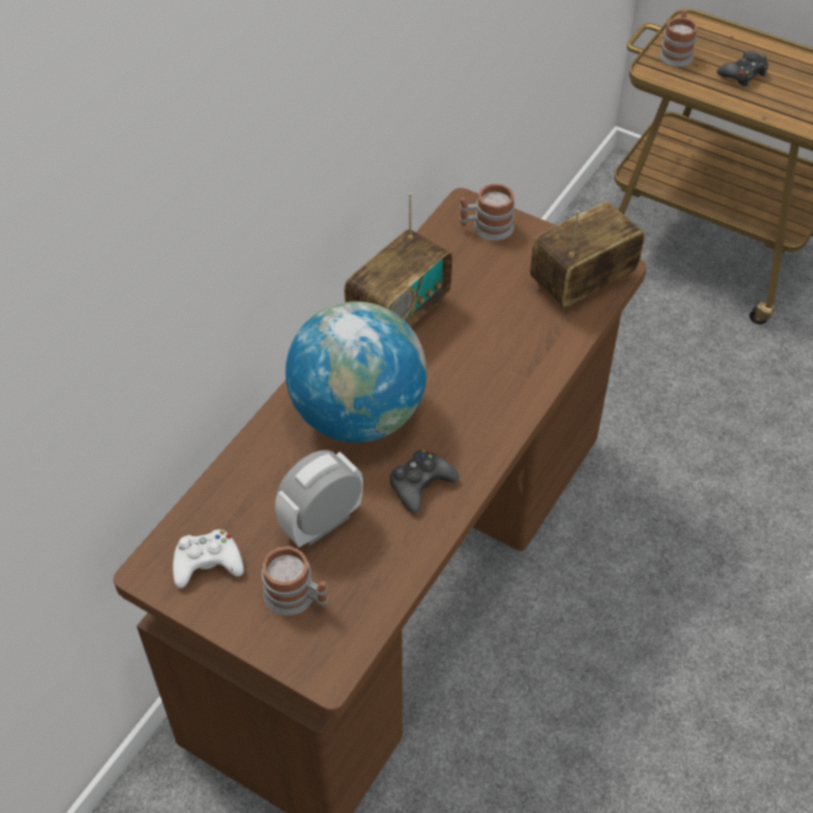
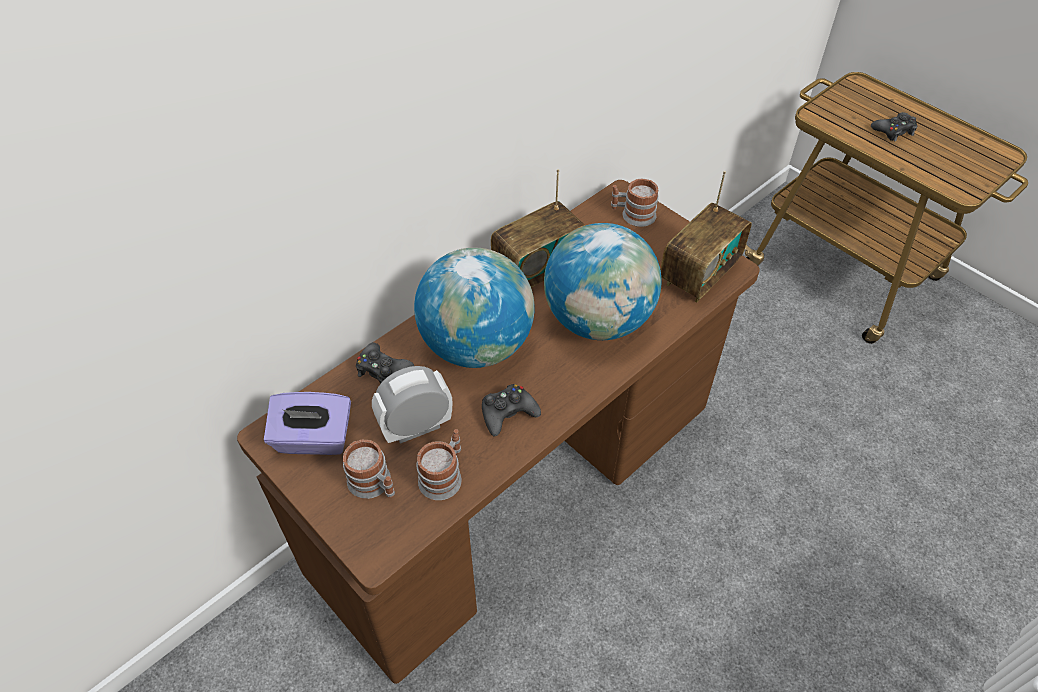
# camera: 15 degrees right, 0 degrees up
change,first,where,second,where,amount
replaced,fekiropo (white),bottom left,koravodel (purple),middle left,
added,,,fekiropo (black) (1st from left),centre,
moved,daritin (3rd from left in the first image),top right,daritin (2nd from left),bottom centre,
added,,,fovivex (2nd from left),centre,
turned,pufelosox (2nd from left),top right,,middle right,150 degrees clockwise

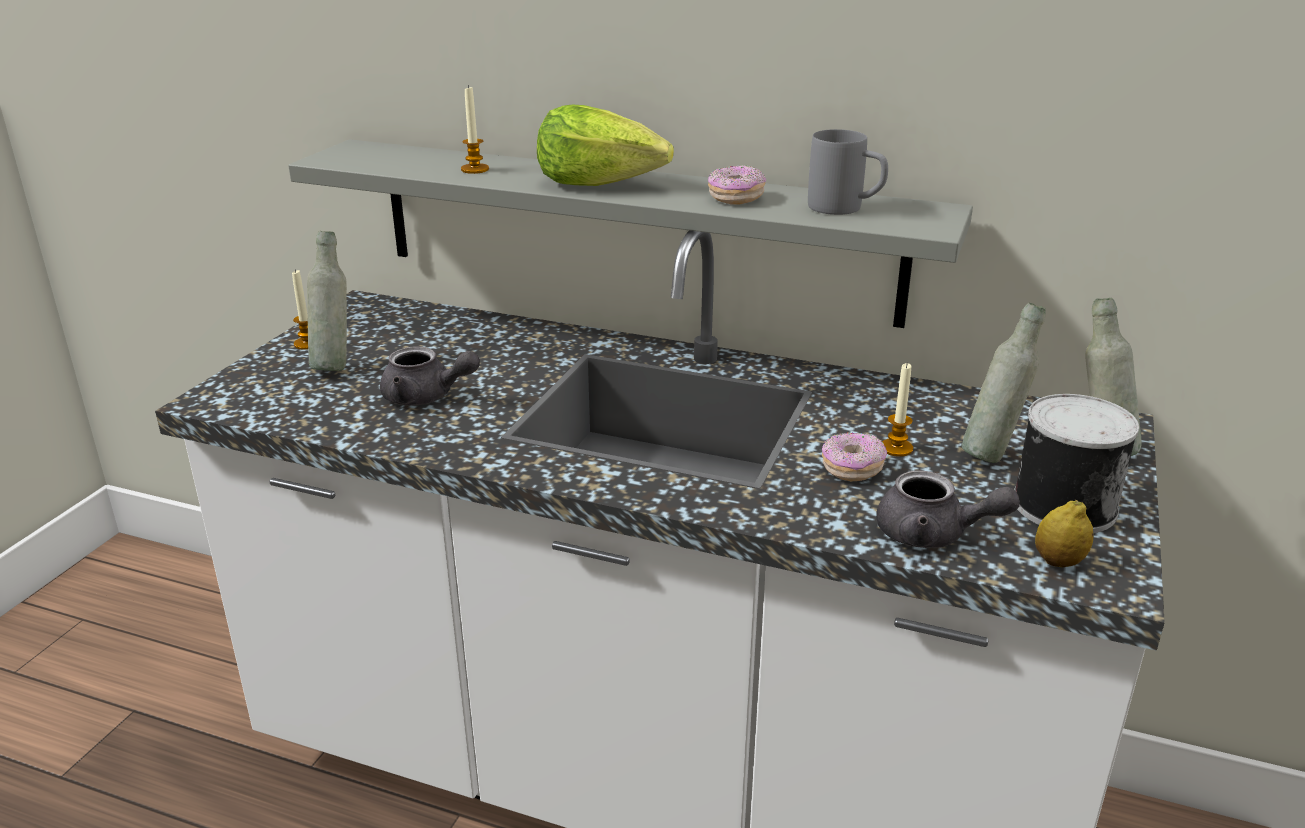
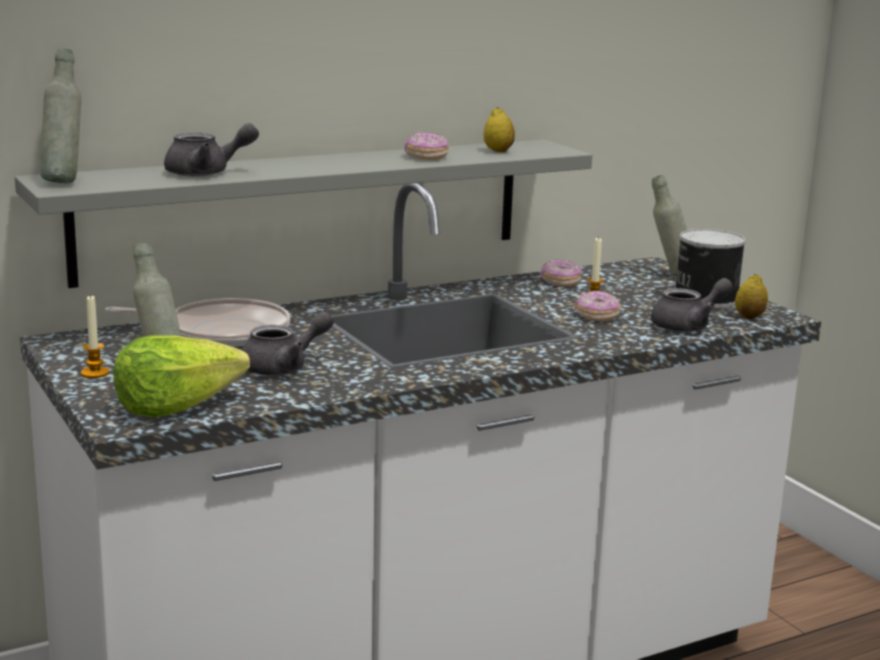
# camera: 50 degrees left, 10 degrees down
change,first,where,second,where,amount
moved,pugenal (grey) (2nd from left in the first image),middle right,pugenal (grey) (1st from left),top left,
added,,,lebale,middle left,
moved,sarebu,top centre,,middle left,
replaced,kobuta (2nd from left),top centre,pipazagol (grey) (1st from left),top left,
replaced,daritin (grey),top centre,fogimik (1st from left),top centre,
added,,,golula (2nd from left),centre,

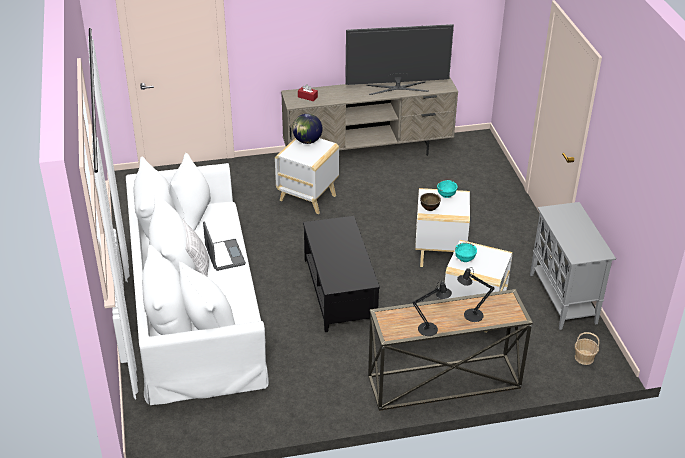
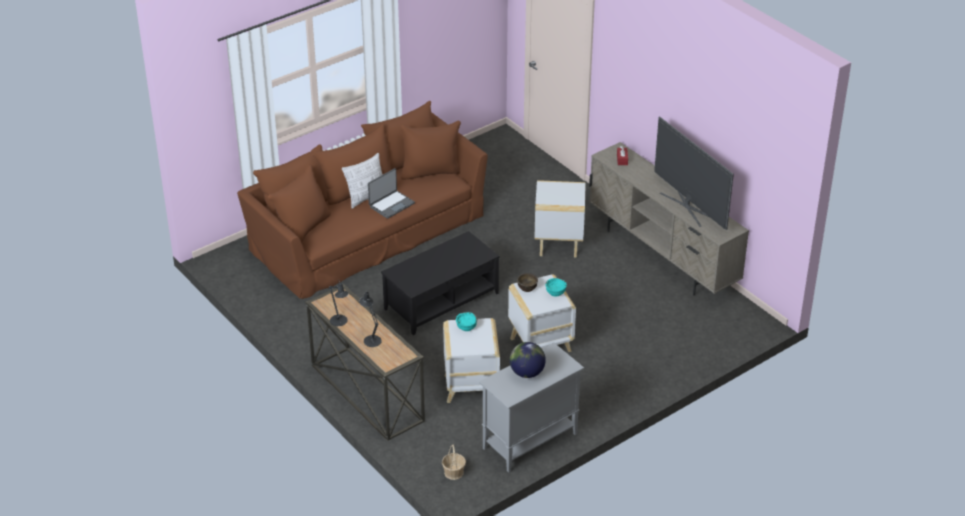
# camera: 65 degrees right, 0 degrees up
change,first,where,second,where,amount
recoloured,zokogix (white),middle left,zokogix (brown),centre,
moved,fovivex,top centre,,bottom centre,

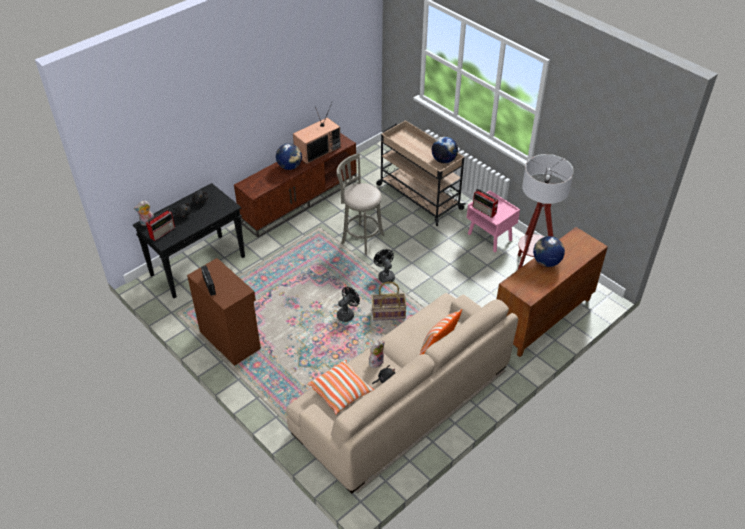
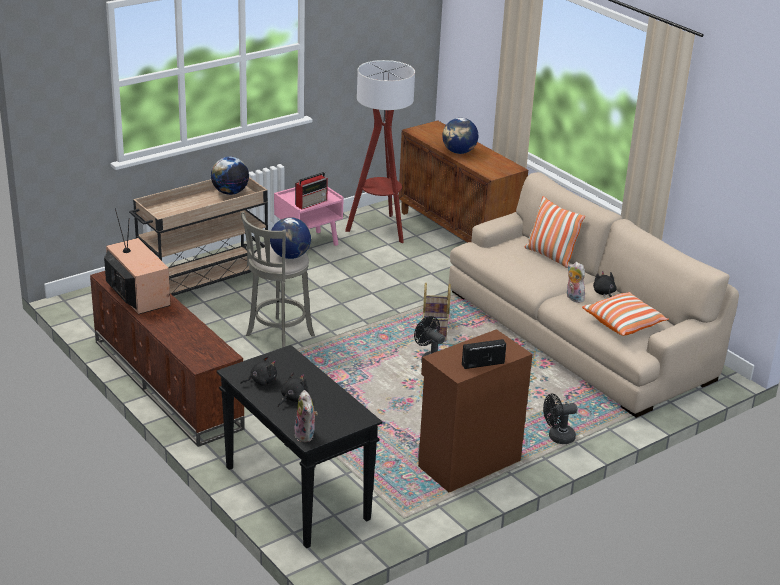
# camera: 85 degrees left, 15 degrees down
change,first,where,second,where,amount
moved,fovivex (1st from left in the first image),top centre,fovivex (2nd from left),centre,
moved,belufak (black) (2nd from left),centre,,bottom right,
removed,pufelosox (1st from left),middle left,,,

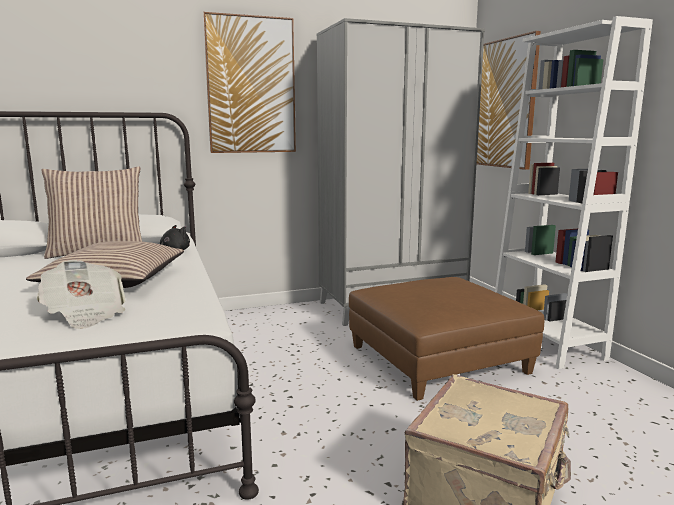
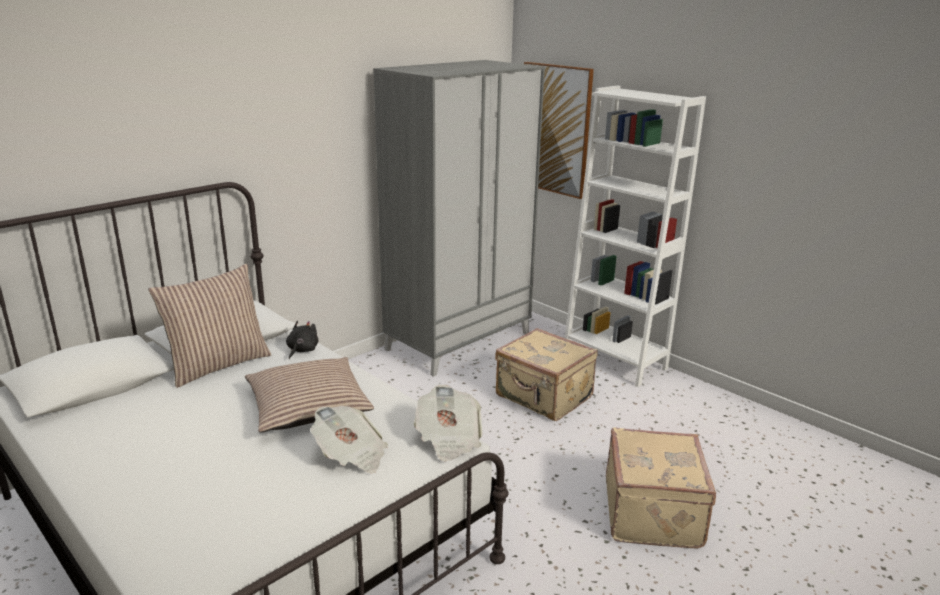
# camera: 25 degrees left, 10 degrees up
change,first,where,second,where,amount
added,,,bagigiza (2nd from left),bottom centre,
replaced,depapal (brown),bottom centre,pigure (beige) (1st from left),centre,
removed,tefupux (1st from left),top centre,,,

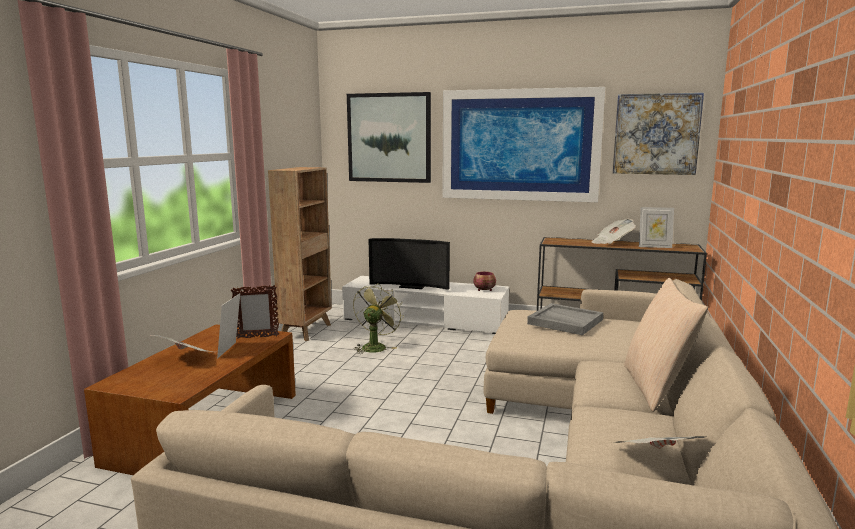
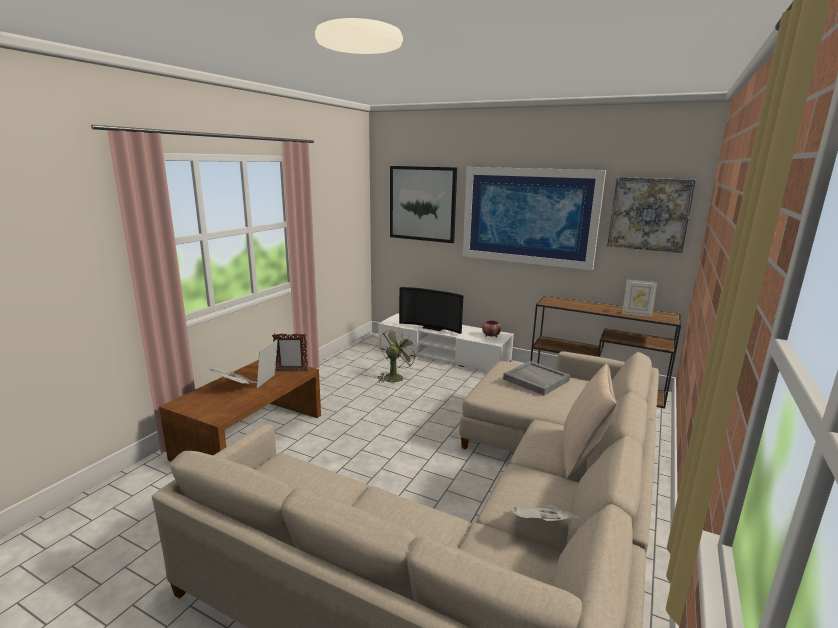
# camera: 10 degrees right, 5 degrees up
change,first,where,second,where,amount
removed,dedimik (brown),centre,,,
removed,bagigiza (2nd from left),middle right,,,

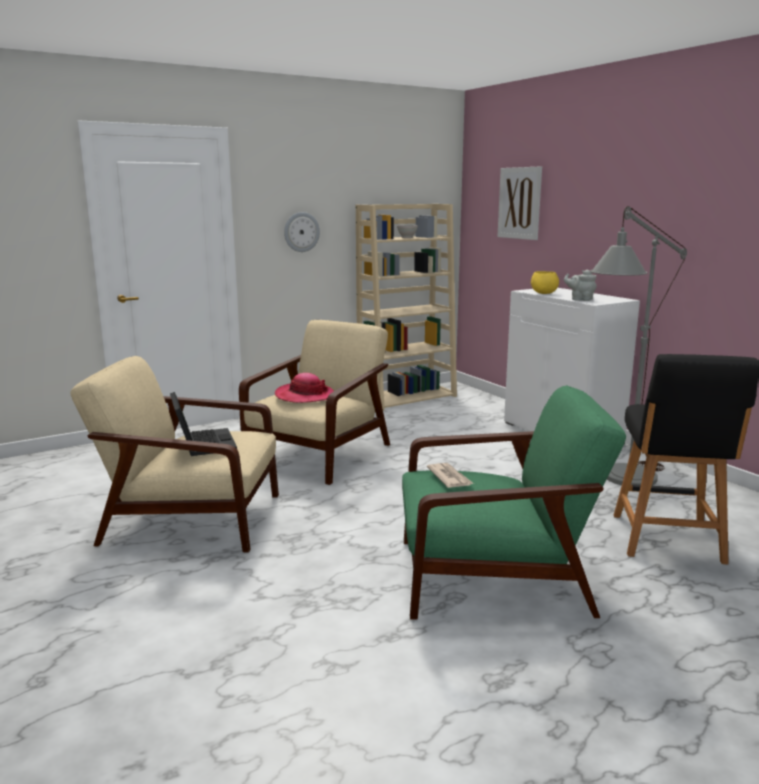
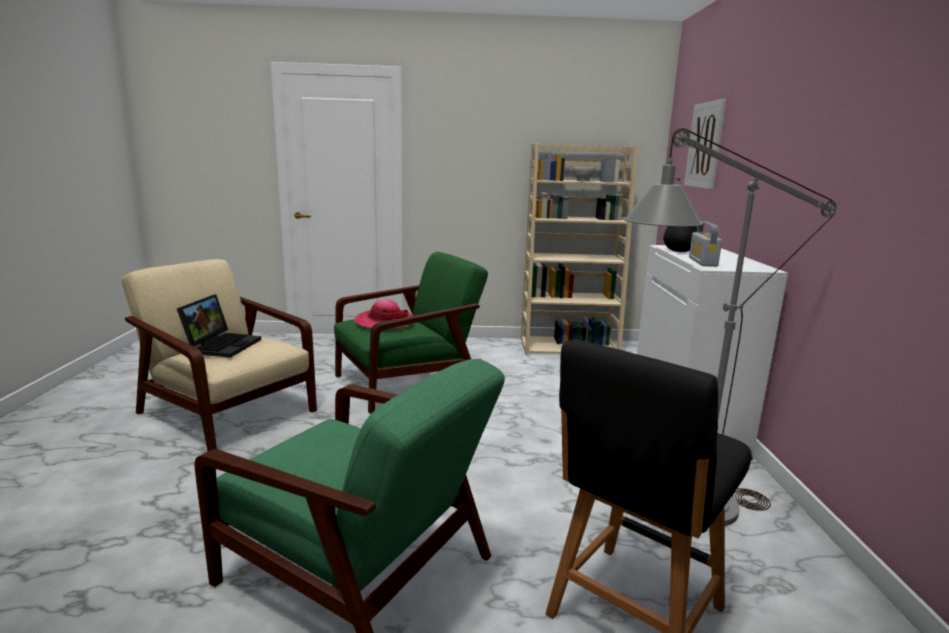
# camera: 30 degrees right, 0 degrees up
change,first,where,second,where,amount
recoloured,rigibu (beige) (2nd from left),centre,rigibu (green) (2nd from left),centre,
recoloured,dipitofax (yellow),middle right,dipitofax (black),middle right,
replaced,pipazagol (grey),middle right,pufelosox,middle right,
removed,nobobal,top centre,,,
removed,bagigiza,centre,,,

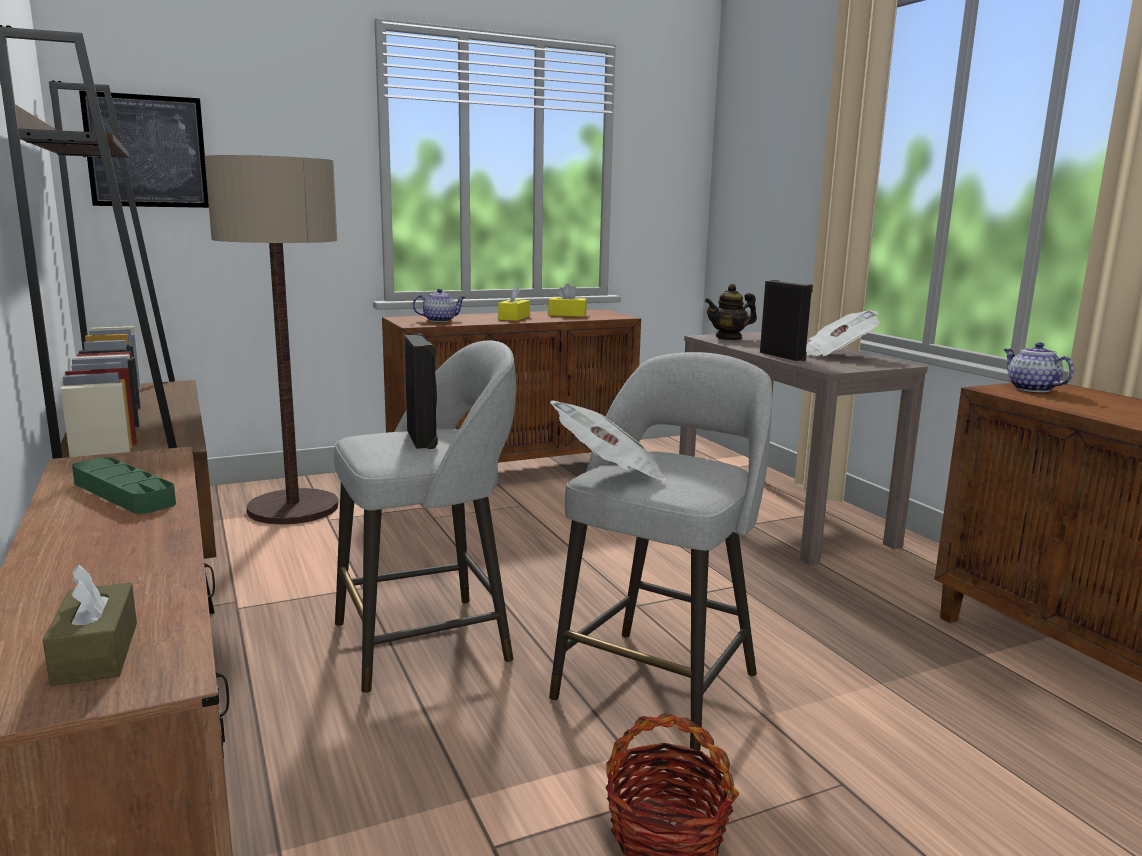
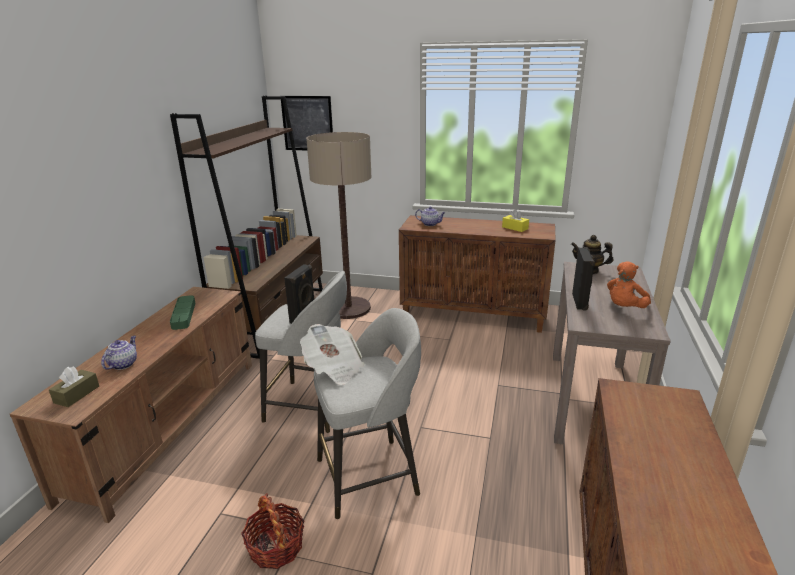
# camera: 40 degrees right, 10 degrees up
change,first,where,second,where,amount
moved,pipazagol (3rd from left in the first image),middle right,pipazagol (1st from left),middle left,
replaced,bagigiza (2nd from left),middle right,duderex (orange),middle right,
removed,koravodel (yellow) (1st from left),centre,,,

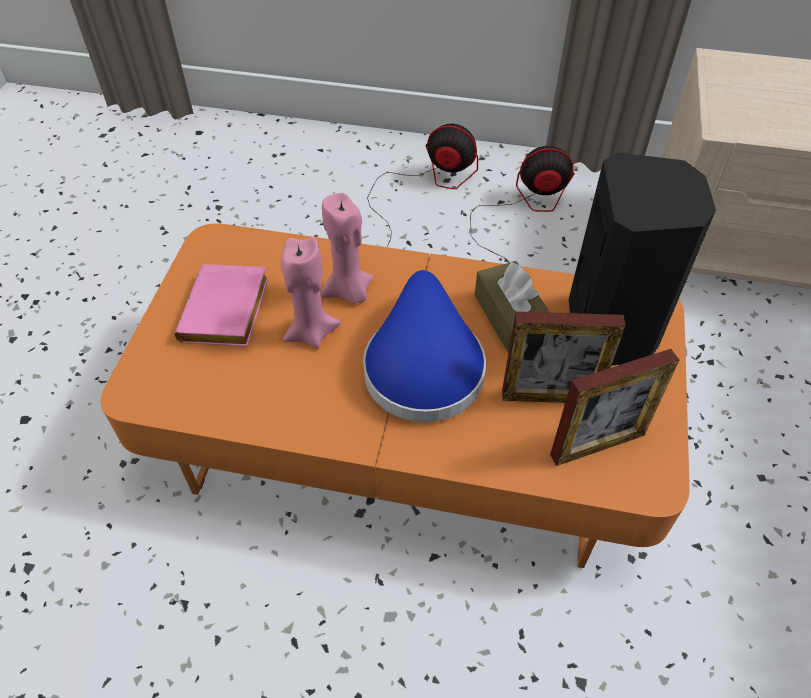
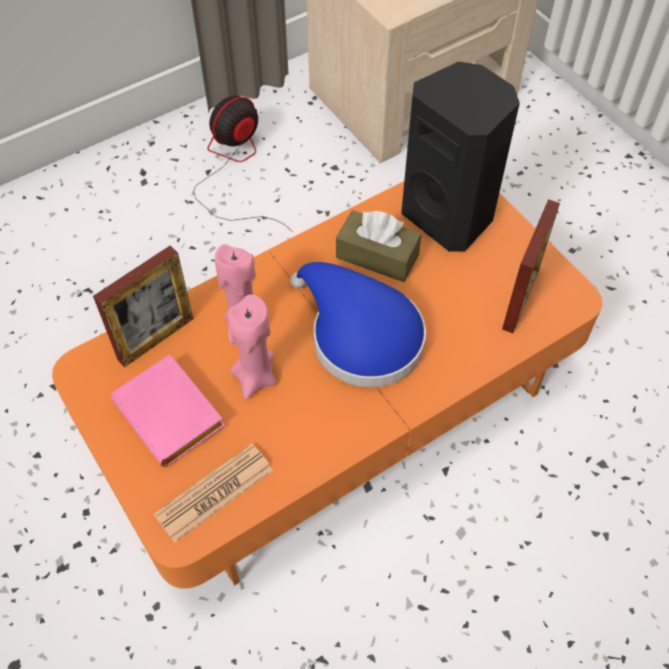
# camera: 45 degrees left, 5 degrees up
change,first,where,second,where,amount
moved,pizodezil (1st from left),middle right,,middle left,
added,,,bagigiza,bottom left,
removed,belufak (1st from left),top centre,,,

